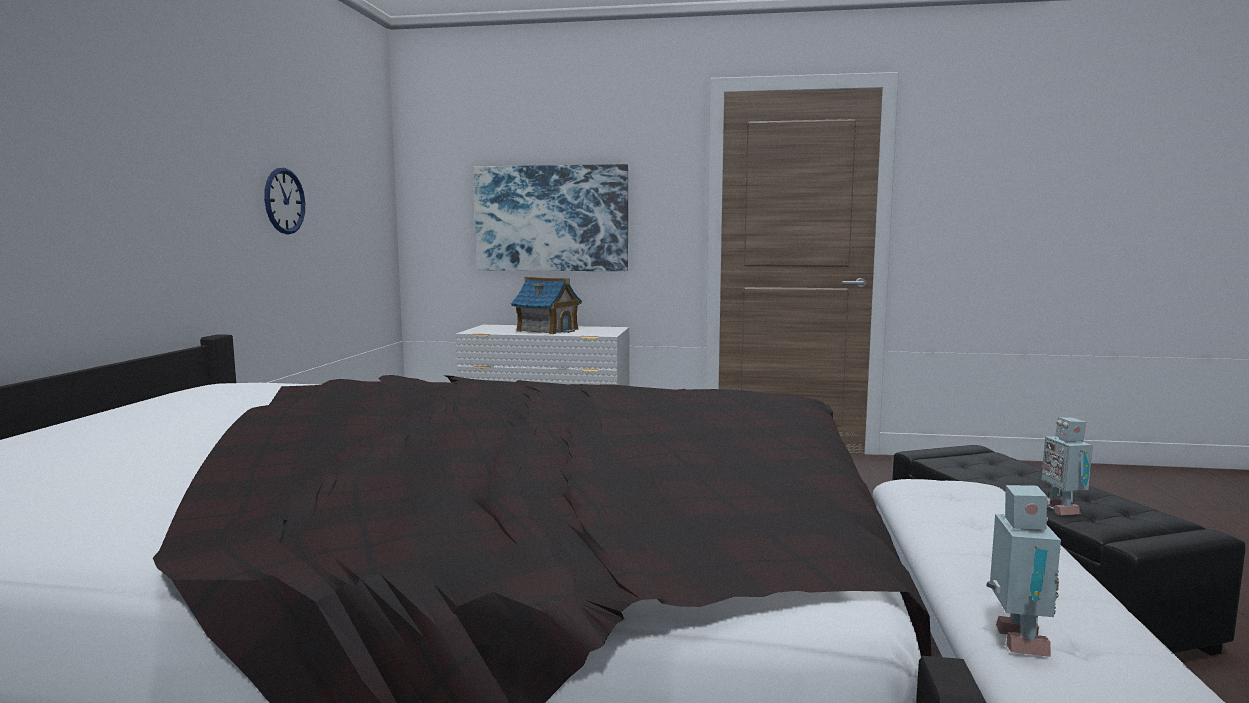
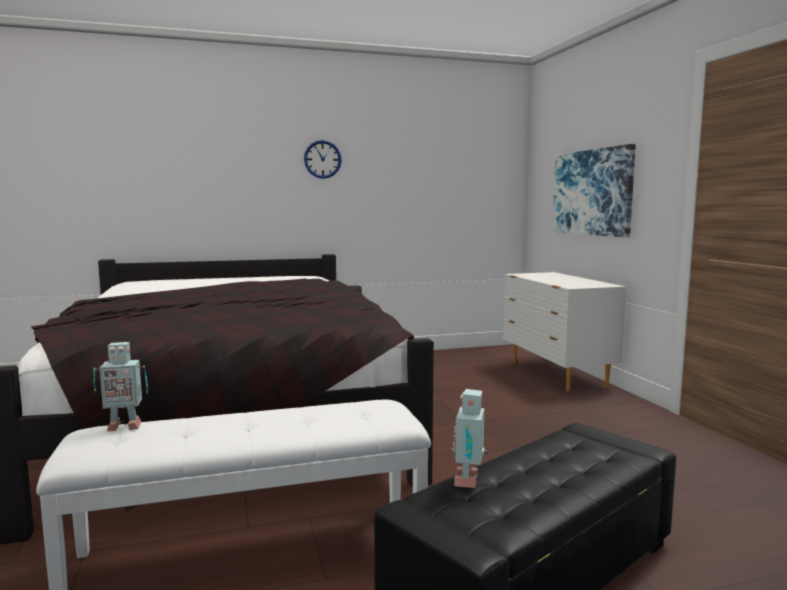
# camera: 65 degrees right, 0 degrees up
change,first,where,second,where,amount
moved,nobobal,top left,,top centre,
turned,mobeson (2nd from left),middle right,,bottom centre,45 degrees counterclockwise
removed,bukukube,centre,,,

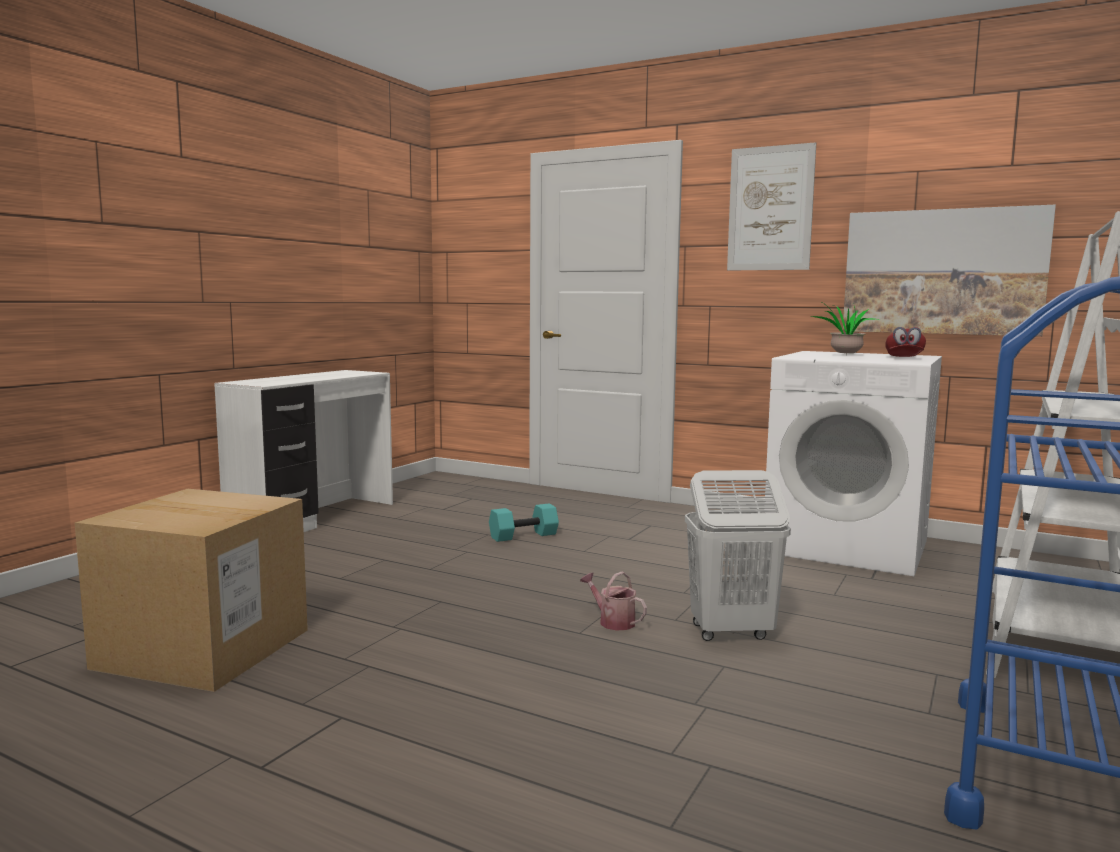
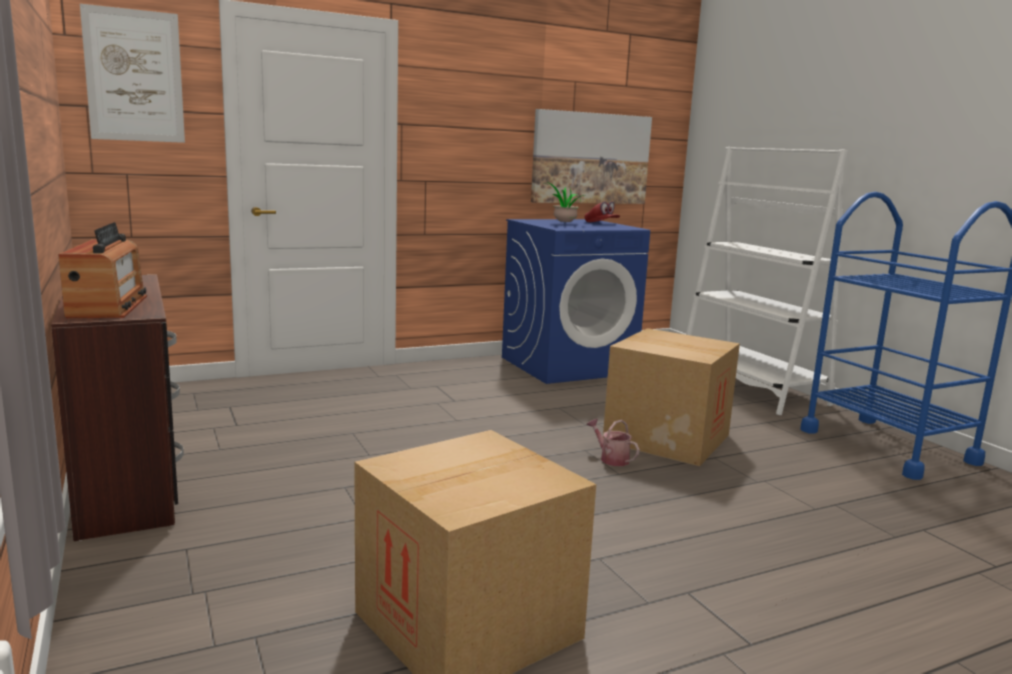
# camera: 55 degrees left, 5 degrees up
change,first,where,second,where,amount
recoloured,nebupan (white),middle left,nebupan (brown),middle left,
added,,,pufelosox,middle left,
moved,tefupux (1st from left),top right,,top left,
recoloured,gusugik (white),middle right,gusugik (blue),centre,
turned,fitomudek,bottom centre,,centre,60 degrees clockwise
replaced,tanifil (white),centre,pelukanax (2nd from left),centre,
removed,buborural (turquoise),centre,,,

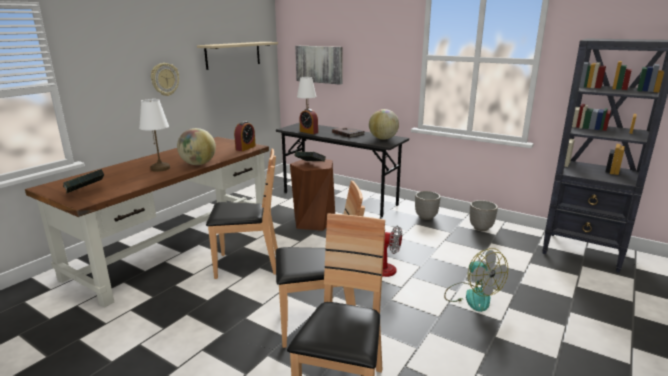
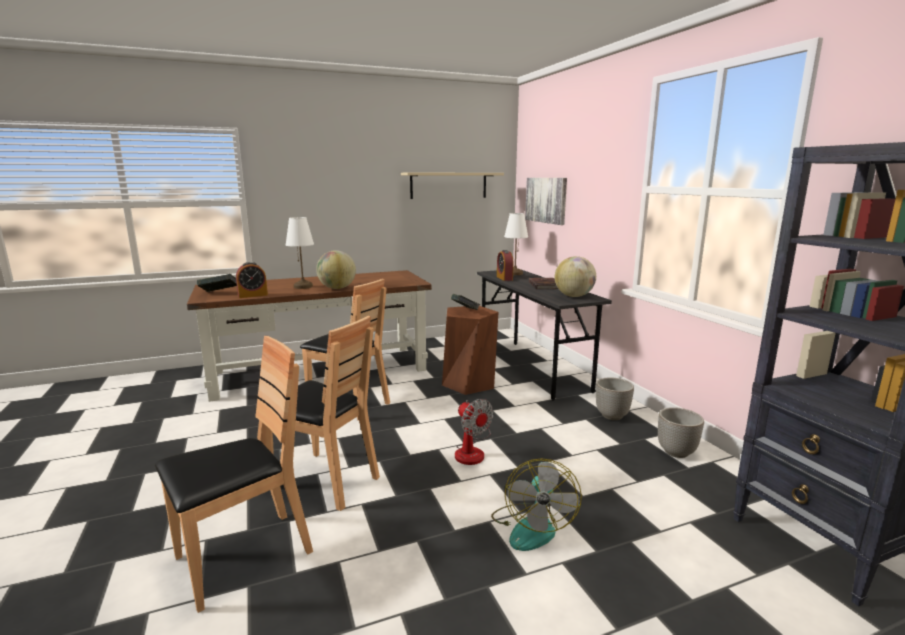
# camera: 35 degrees right, 5 degrees down
change,first,where,second,where,amount
moved,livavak (1st from left),centre,,middle left,
removed,nobobal,top left,,,

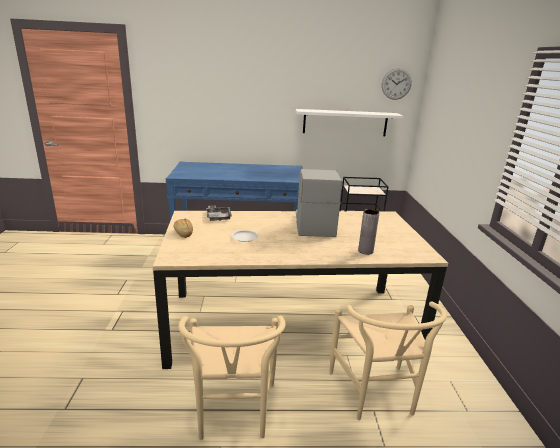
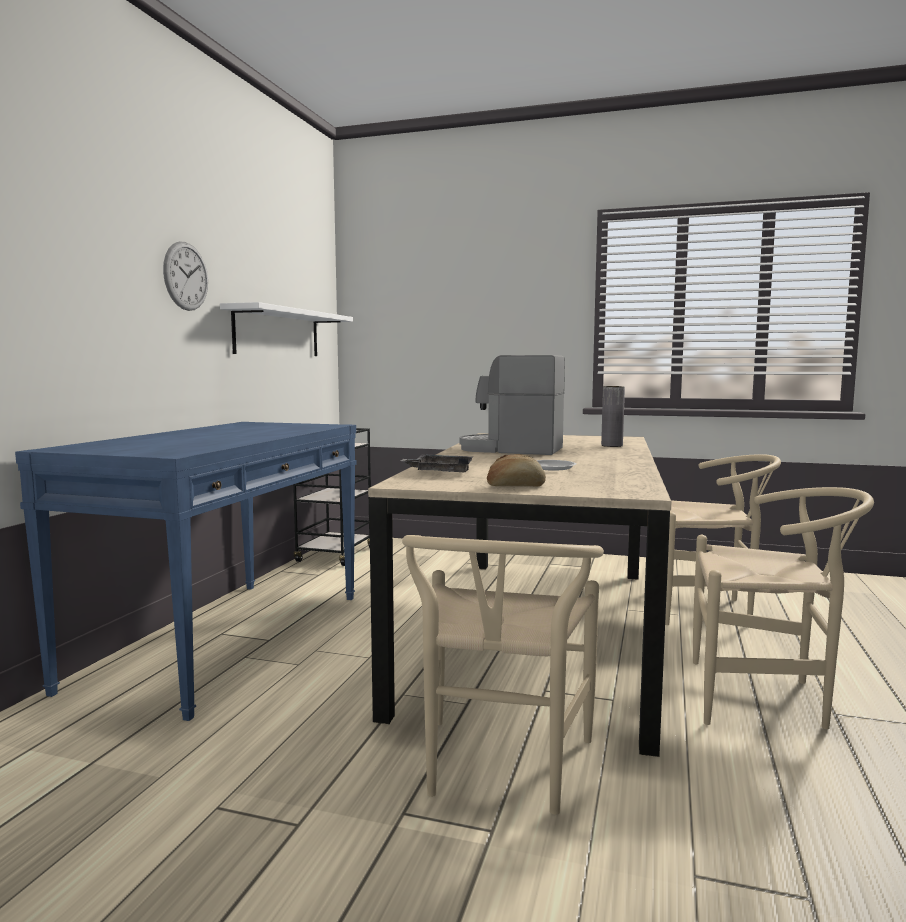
# camera: 70 degrees left, 15 degrees down
change,first,where,second,where,amount
moved,nobobal,top right,,top left,
added,,,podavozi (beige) (1st from left),bottom centre,

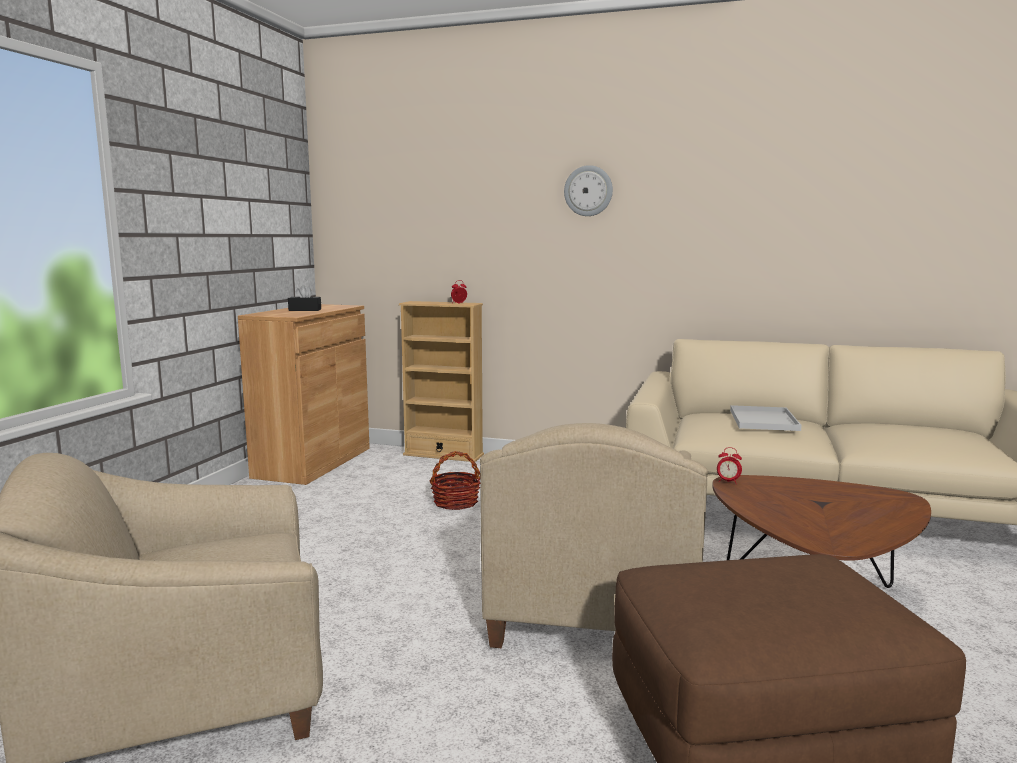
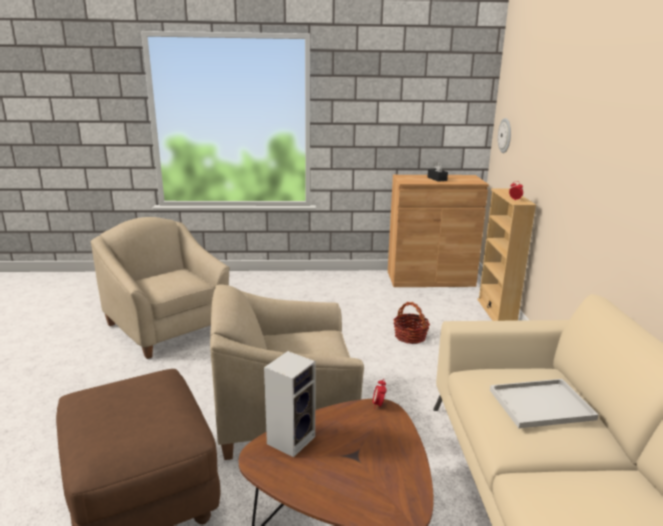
# camera: 70 degrees right, 10 degrees up
change,first,where,second,where,amount
added,,,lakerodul,bottom centre,
moved,nobobal,top centre,,top right,

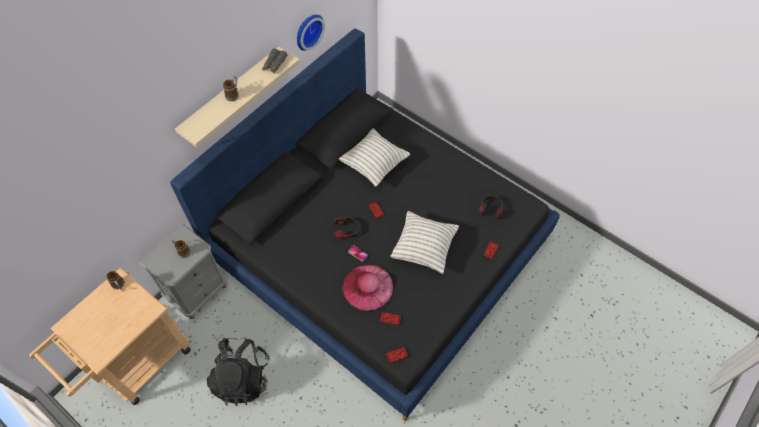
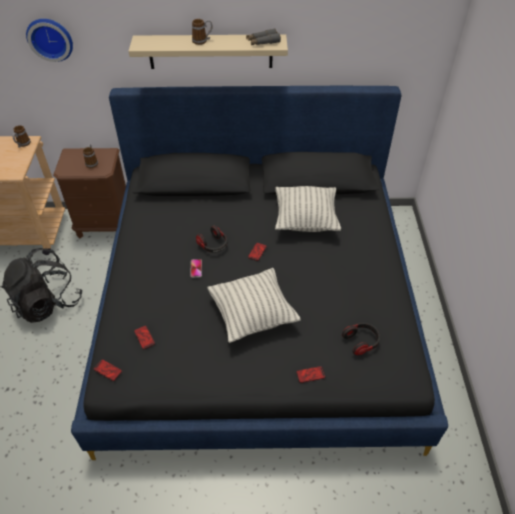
# camera: 50 degrees right, 10 degrees down
change,first,where,second,where,amount
moved,nobobal,top centre,,top left,
recoloured,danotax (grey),middle left,danotax (brown),middle left,
removed,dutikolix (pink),bottom centre,,,

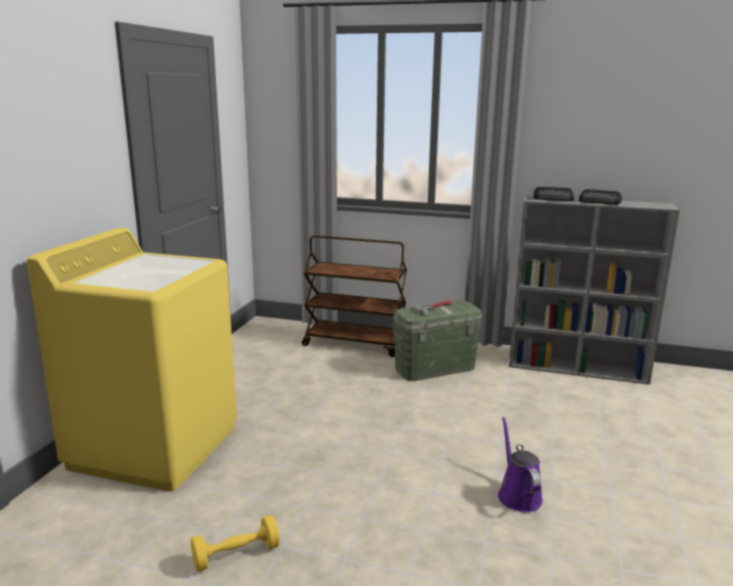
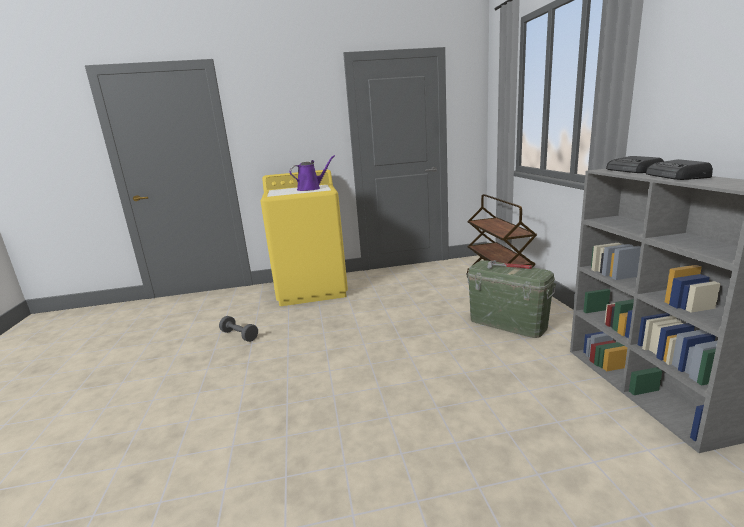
# camera: 65 degrees right, 0 degrees up
change,first,where,second,where,amount
recoloured,buborural (yellow),bottom left,buborural (grey),middle left,
moved,fitomudek (purple),bottom right,,top centre,

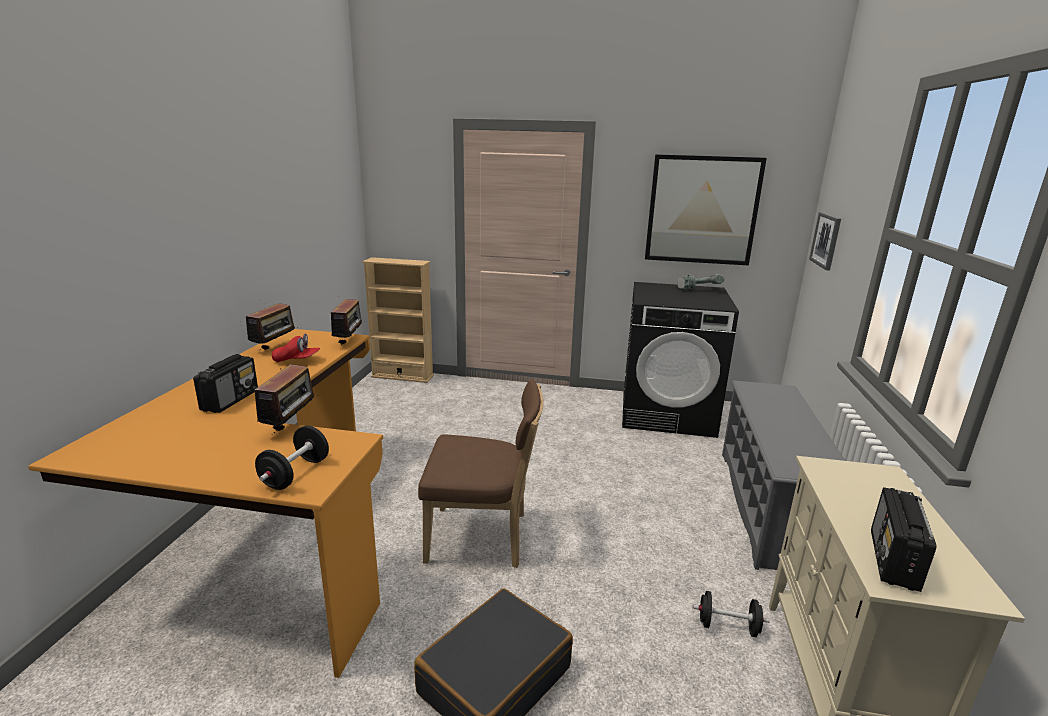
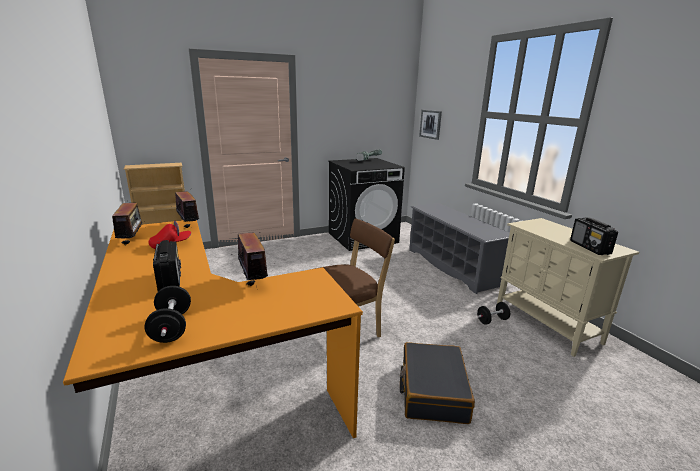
# camera: 35 degrees left, 0 degrees up
change,first,where,second,where,amount
moved,buborural (black) (1st from left),middle left,,bottom left,
removed,tefupux (1st from left),top right,,,

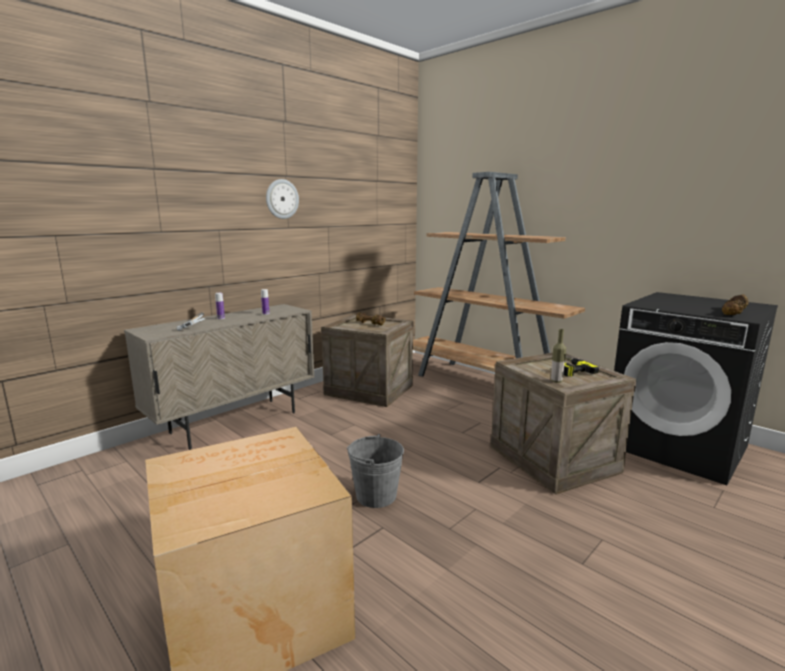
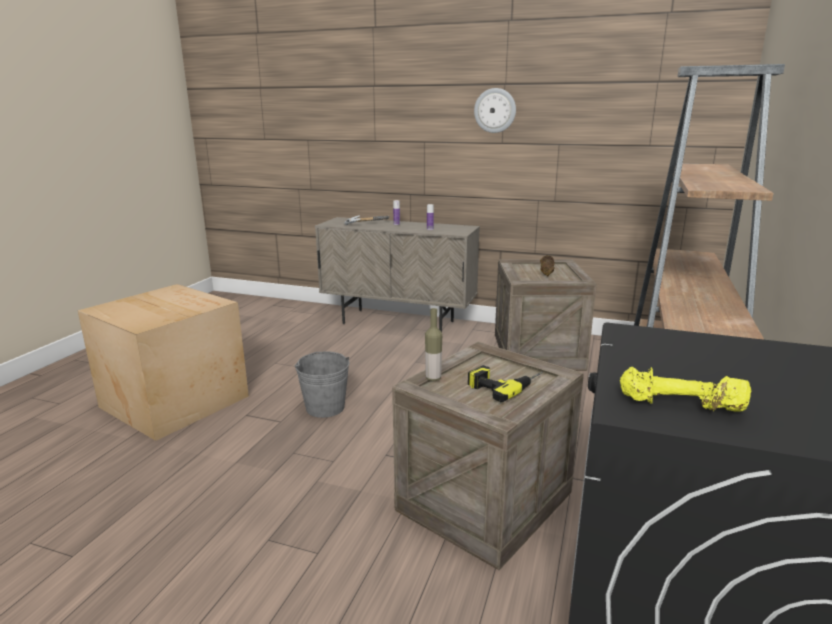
# camera: 65 degrees right, 5 degrees up
change,first,where,second,where,amount
recoloured,buborural (brown) (2nd from left),middle right,buborural (yellow),middle right,

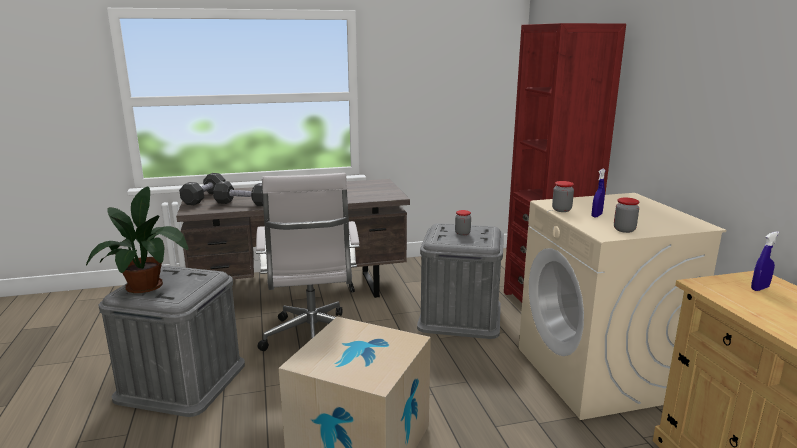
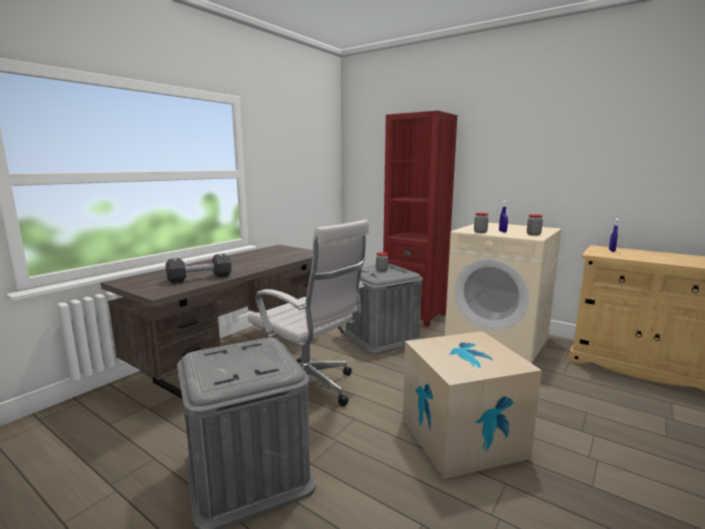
# camera: 40 degrees left, 5 degrees down
change,first,where,second,where,amount
removed,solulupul,middle left,,,
removed,buborural (black) (1st from left),middle left,,,

